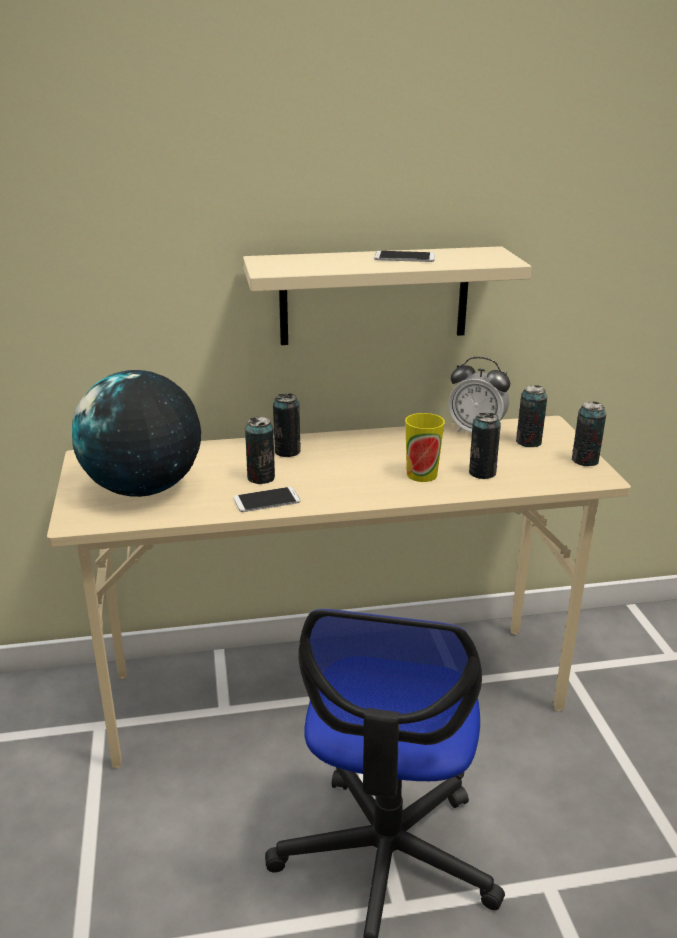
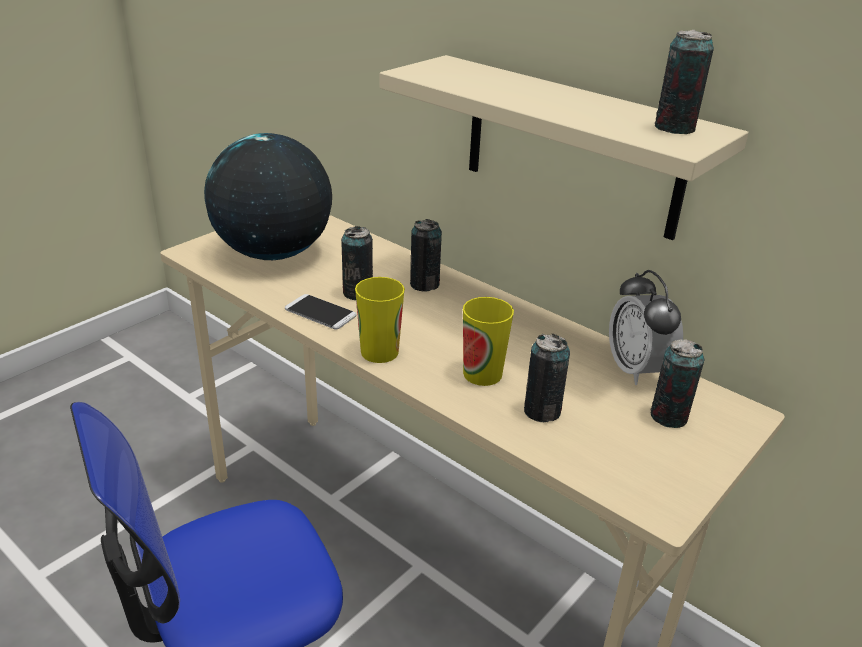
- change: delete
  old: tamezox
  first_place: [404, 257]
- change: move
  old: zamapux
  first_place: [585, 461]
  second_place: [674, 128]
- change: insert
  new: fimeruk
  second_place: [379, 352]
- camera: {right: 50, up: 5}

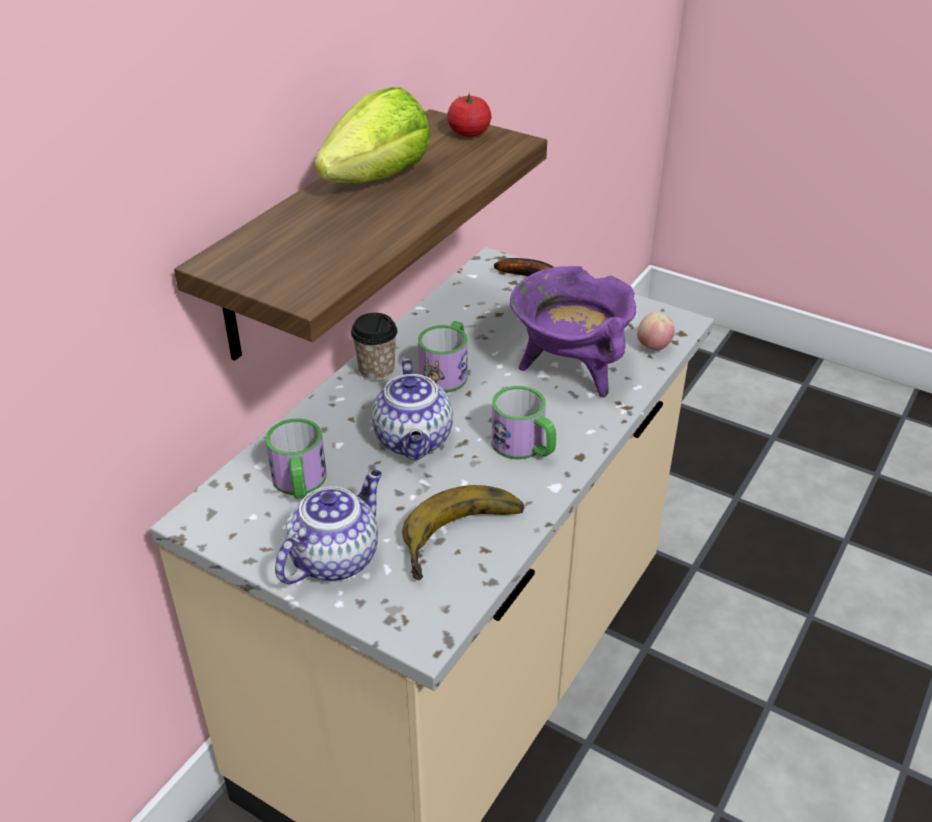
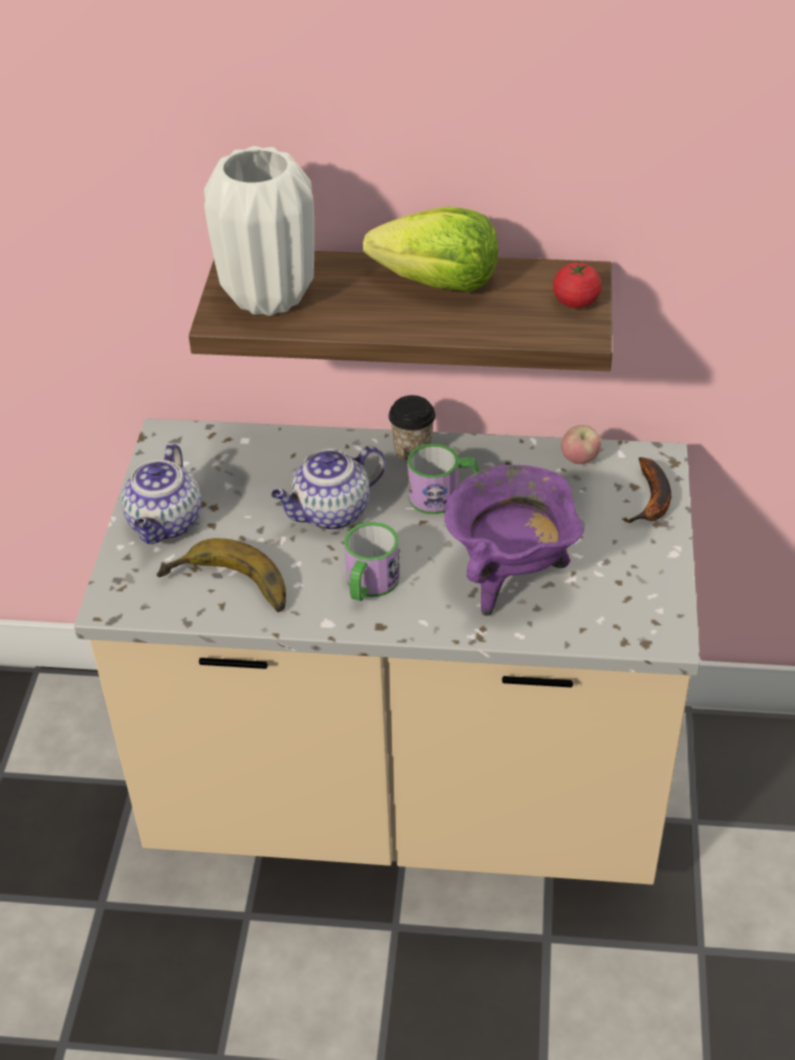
- change: move
  old: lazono
  first_place: [653, 347]
  second_place: [579, 460]
- change: delete
  old: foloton
  first_place: [299, 484]
- change: rotate
  old: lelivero
  first_place: [335, 557]
  second_place: [166, 524]
  degrees: 90
- change: insert
  new: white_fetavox
  second_place: [267, 297]
- camera: {right: 65, up: 5}

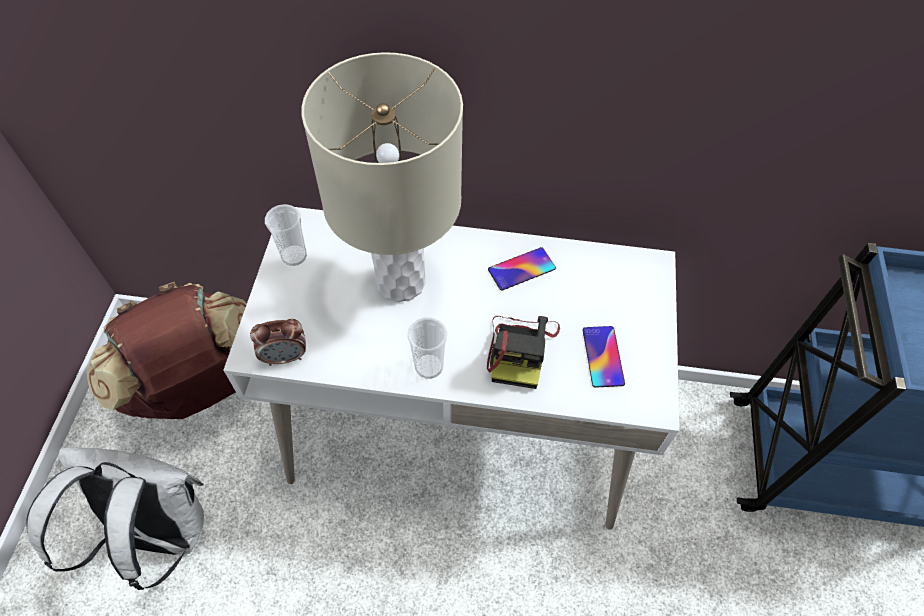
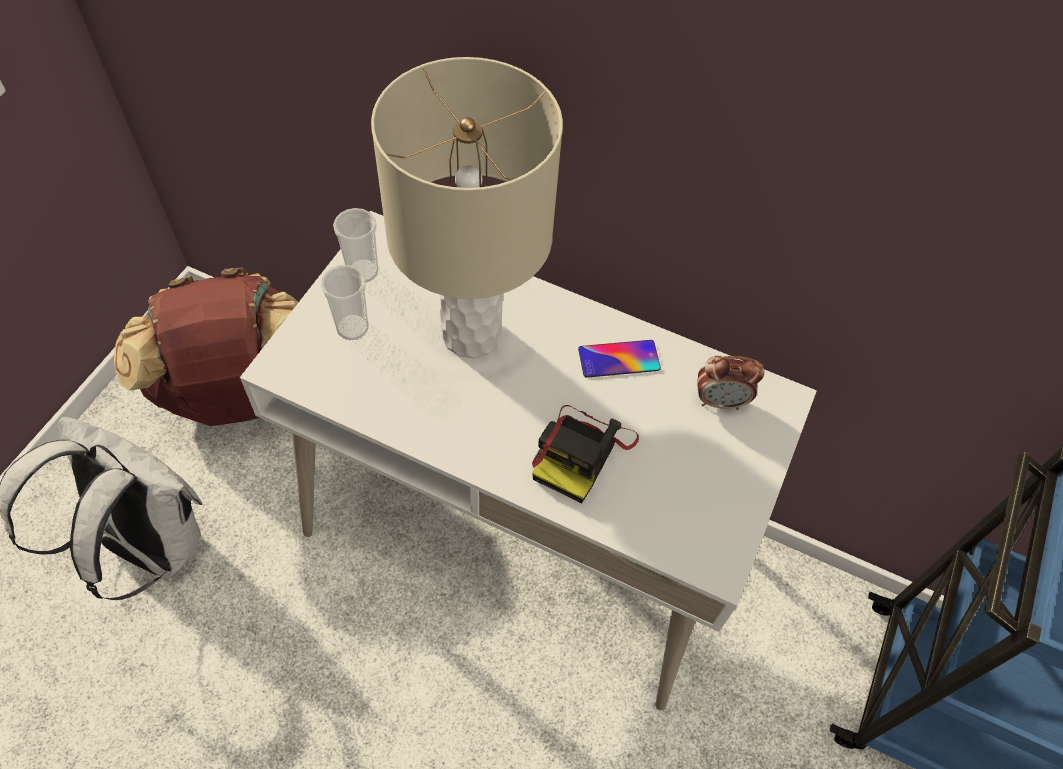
- change: move
  old: fimeruk
  first_place: [429, 366]
  second_place: [352, 327]
- change: move
  old: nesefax
  first_place: [285, 356]
  second_place: [720, 401]
- change: delete
  old: tamezox
  first_place: [603, 356]
- camera: {right: 15, up: 0}

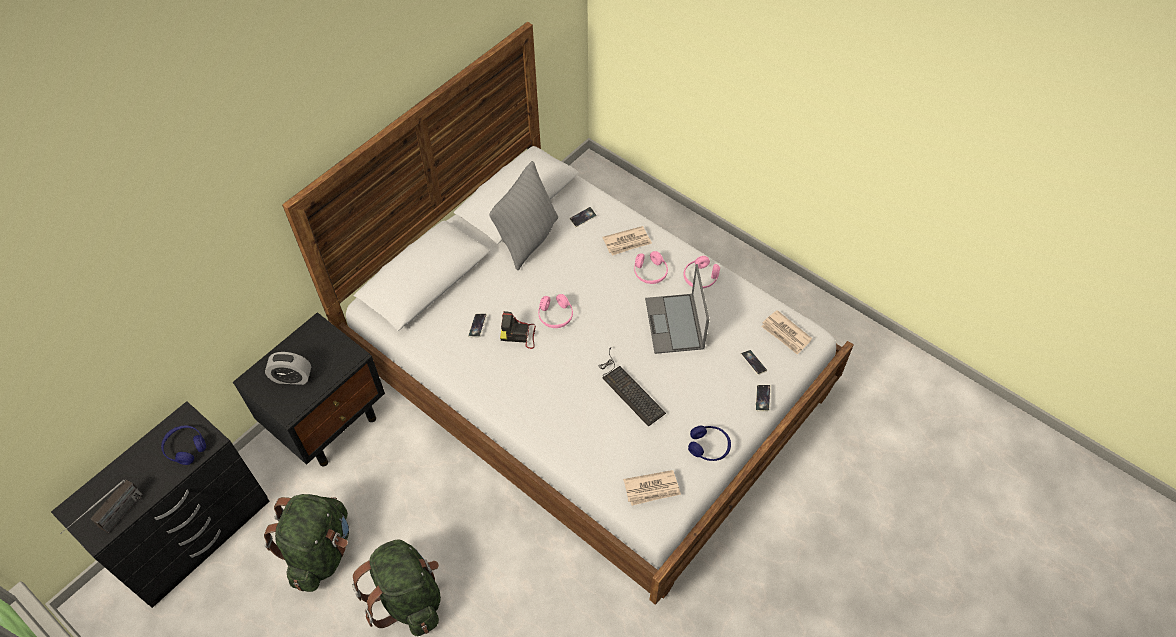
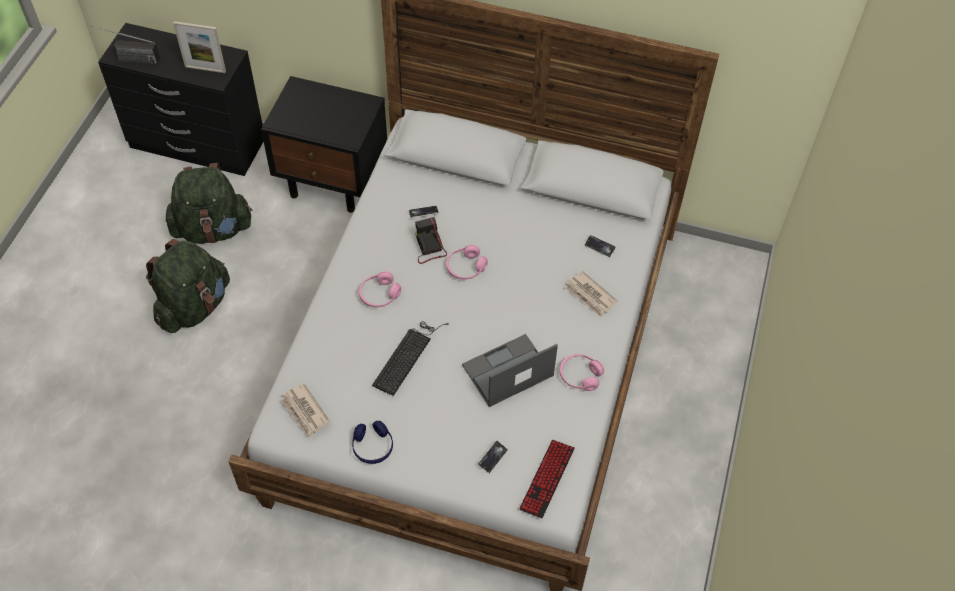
- change: delete
  old: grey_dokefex
  first_place: [528, 239]
- change: move
  old: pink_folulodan
  first_place: [650, 272]
  second_place: [379, 295]
- change: replace
  old: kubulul
  new: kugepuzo
  first_place: [785, 334]
  second_place: [547, 479]
- change: delete
  old: nesefax
  first_place: [292, 377]
- change: delete
  old: tamezox
  first_place: [762, 399]
- change: replace
  old: blue_folulodan
  new: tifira
  first_place: [185, 448]
  second_place: [205, 69]
- camera: {right: 65, up: 0}

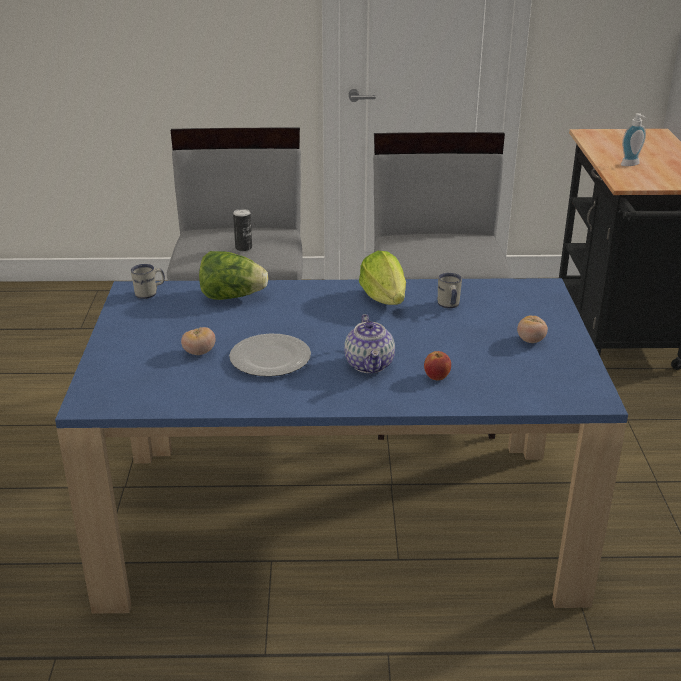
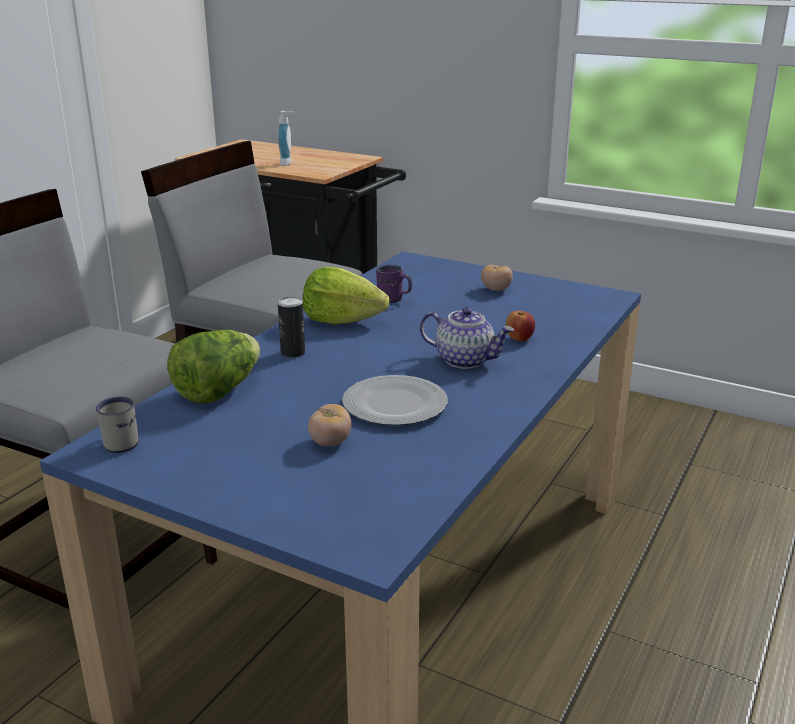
- change: move
  old: zamapux
  first_place: [243, 248]
  second_place: [293, 353]
- change: recolor
  old: white_foloton
  new: purple_foloton
  first_place: [448, 305]
  second_place: [394, 300]
- camera: {right: -60, up: -5}

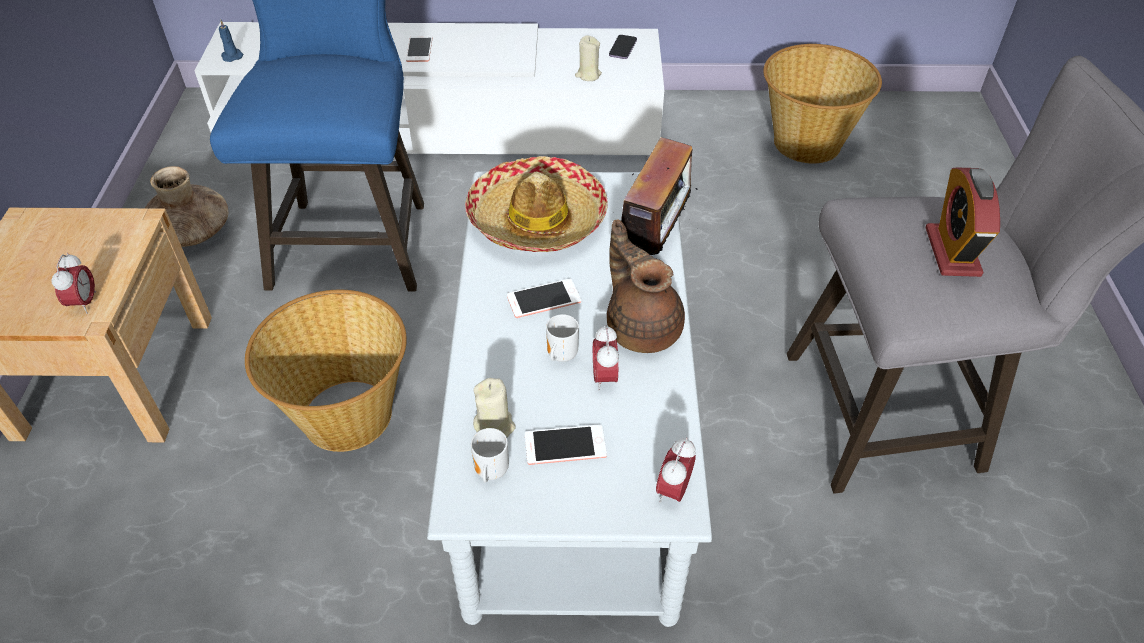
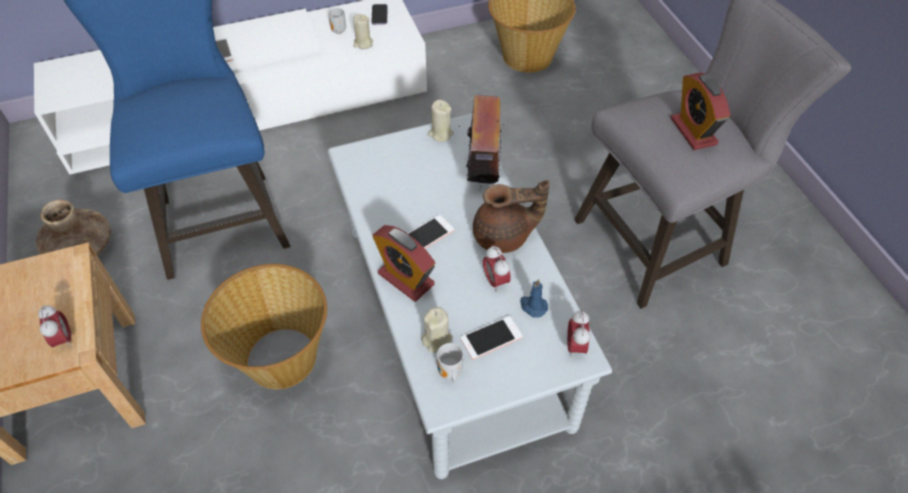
- change: move
  old: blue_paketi
  first_place: [232, 56]
  second_place: [533, 306]
- change: delete
  old: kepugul
  first_place: [537, 219]
- change: rotate
  old: brown_lelivero
  first_place: [642, 326]
  second_place: [504, 236]
  degrees: 135
- change: move
  old: foloton
  first_place: [560, 356]
  second_place: [338, 32]
- change: insert
  new: beige_paketi
  second_place: [440, 134]
- change: insert
  new: nesefax
  second_place: [406, 279]
- camera: {right: -20, up: 5}

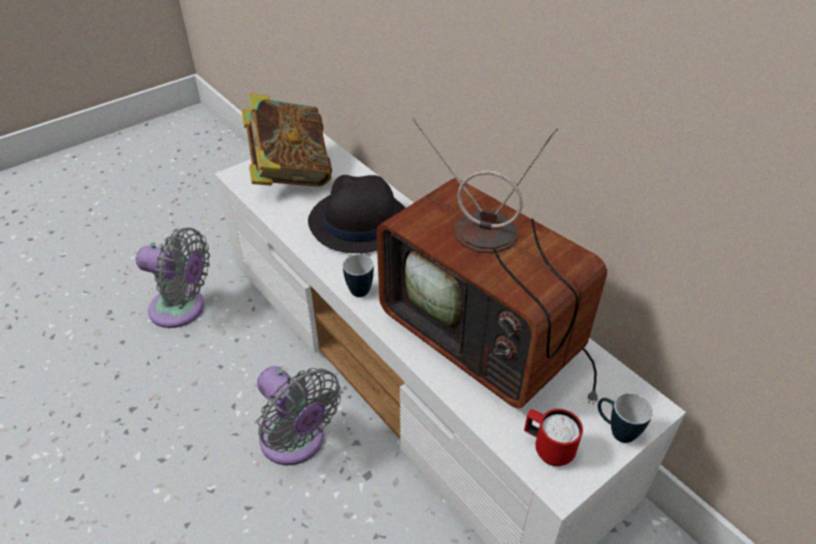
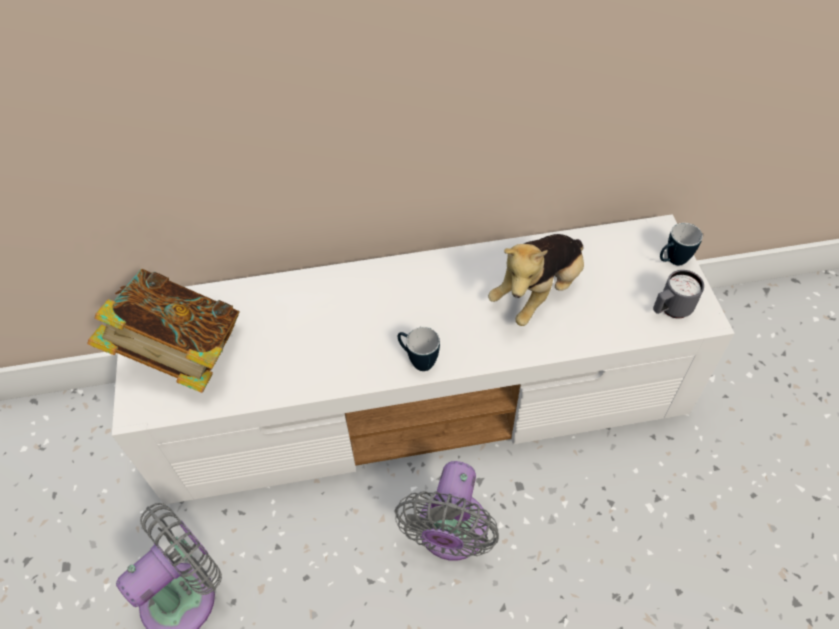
- change: replace
  old: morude
  new: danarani
  first_place: [488, 337]
  second_place: [538, 292]
- change: delete
  old: black_kepugul
  first_place: [358, 222]
- change: rotate
  old: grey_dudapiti
  first_place: [296, 442]
  second_place: [450, 534]
  degrees: 120
- change: recolor
  old: red_foloton
  new: grey_foloton
  first_place: [547, 448]
  second_place: [670, 310]
- camera: {right: -60, up: 10}

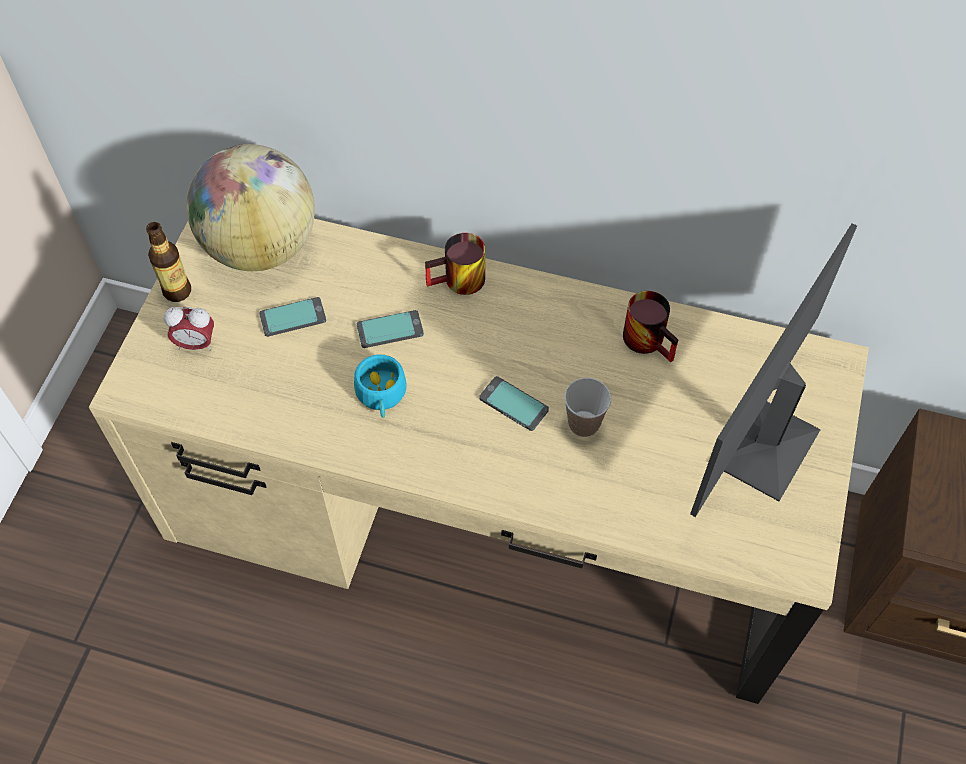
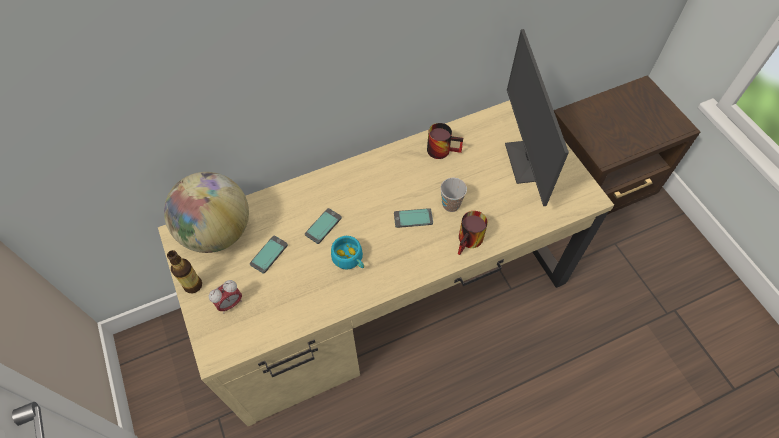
- change: move
  old: foloton
  first_place: [459, 283]
  second_place: [470, 242]
- camera: {right: -40, up: 0}

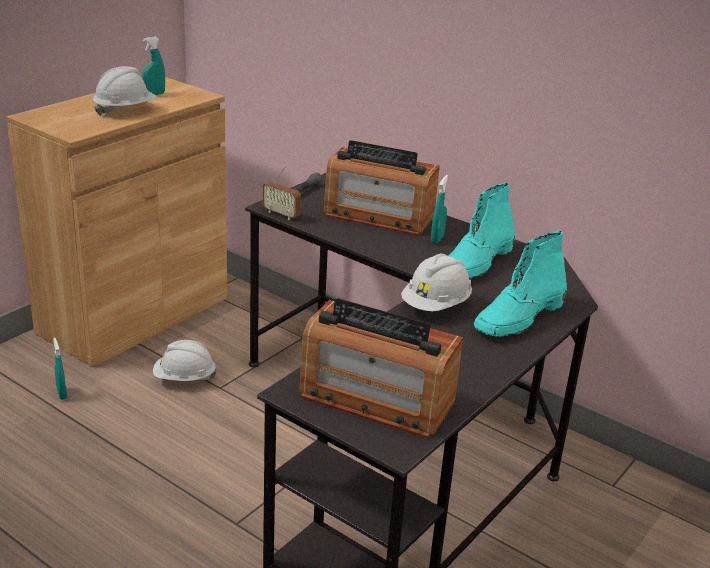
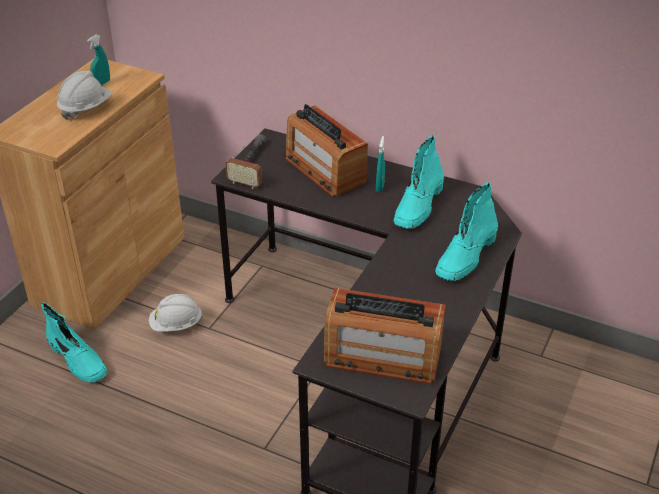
- change: rotate
  old: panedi
  first_place: [378, 216]
  second_place: [325, 170]
  degrees: 45
- change: delete
  old: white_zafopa
  first_place: [436, 305]
- change: replace
  old: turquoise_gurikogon
  new: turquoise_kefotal
  first_place: [62, 394]
  second_place: [78, 360]
- camera: {right: -10, up: 10}

